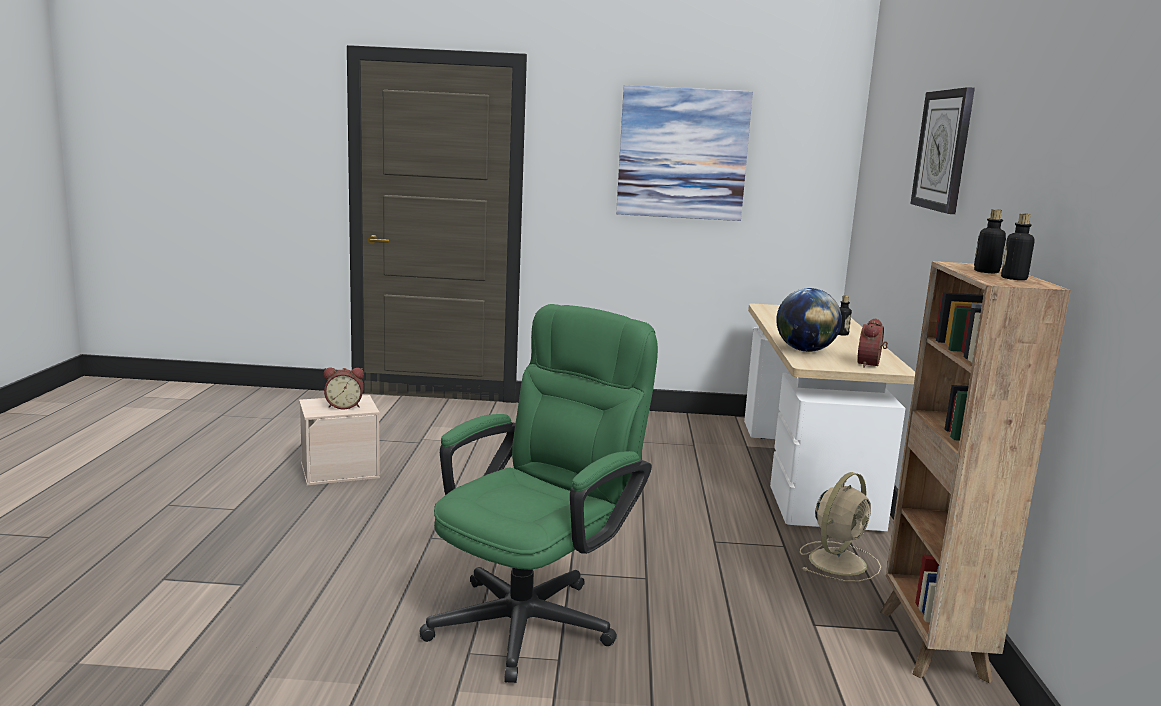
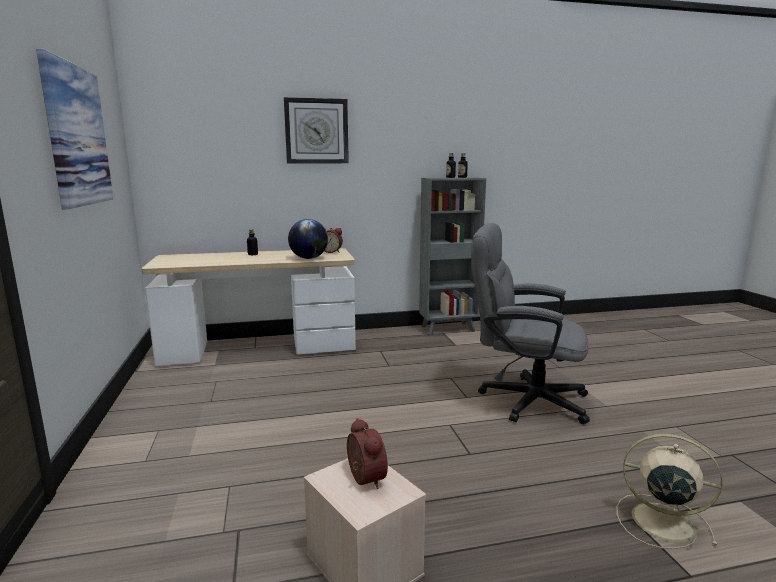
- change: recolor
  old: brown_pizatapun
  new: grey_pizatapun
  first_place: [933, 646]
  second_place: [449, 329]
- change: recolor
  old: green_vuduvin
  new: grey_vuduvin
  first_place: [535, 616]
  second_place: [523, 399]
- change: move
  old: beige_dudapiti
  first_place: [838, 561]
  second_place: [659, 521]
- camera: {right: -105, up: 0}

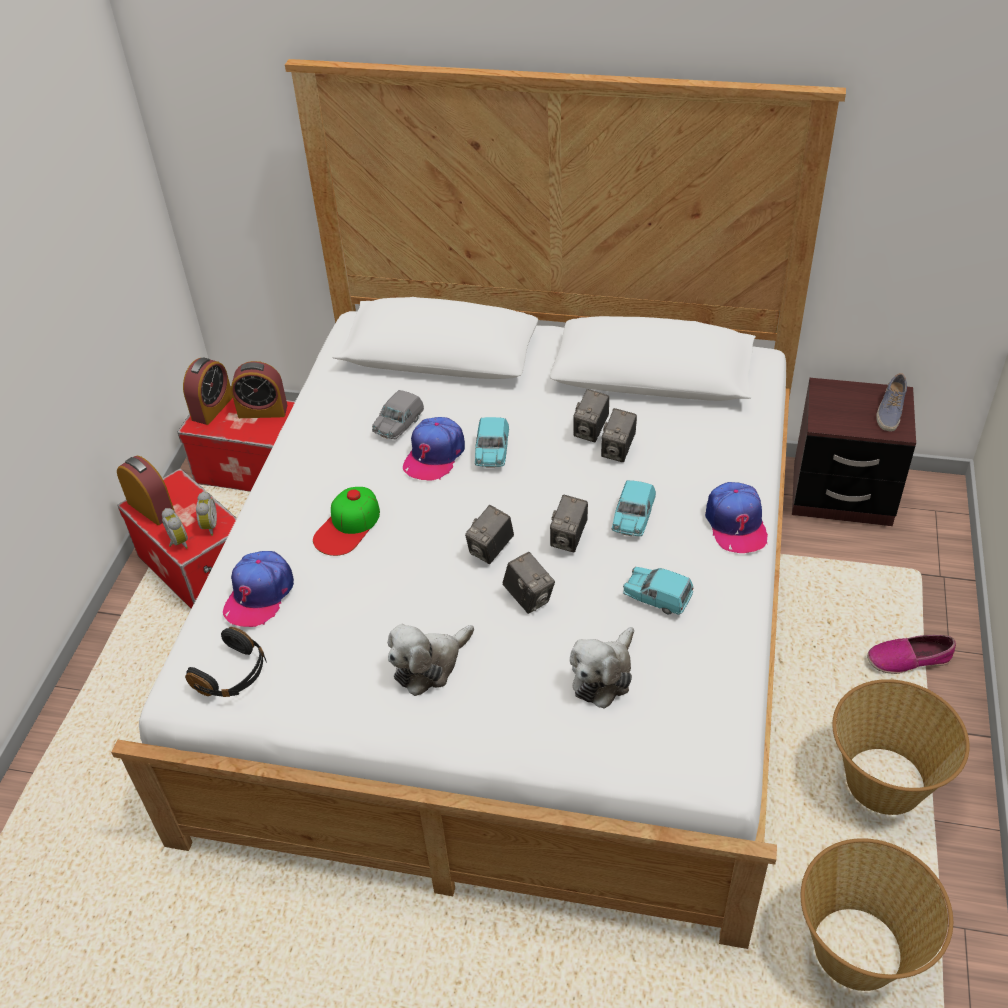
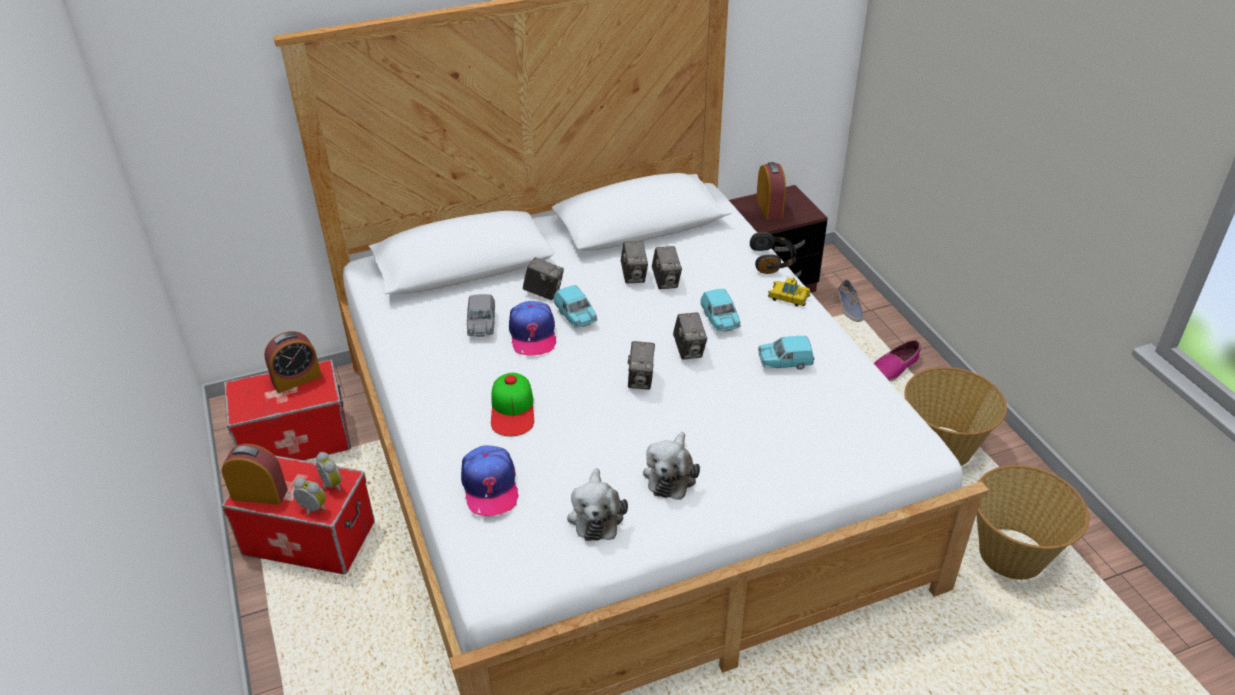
- change: move
  old: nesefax
  first_place: [212, 408]
  second_place: [769, 208]
- change: move
  old: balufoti
  first_place: [889, 411]
  second_place: [849, 308]
- change: replace
  old: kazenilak
  new: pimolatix
  first_place: [736, 524]
  second_place: [788, 297]
- change: move
  old: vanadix
  first_place: [529, 597]
  second_place: [544, 292]
- change: move
  old: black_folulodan
  first_place: [233, 674]
  second_place: [773, 260]
- change: move
  old: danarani
  first_place: [603, 675]
  second_place: [596, 515]
- camera: {right: -35, up: -5}

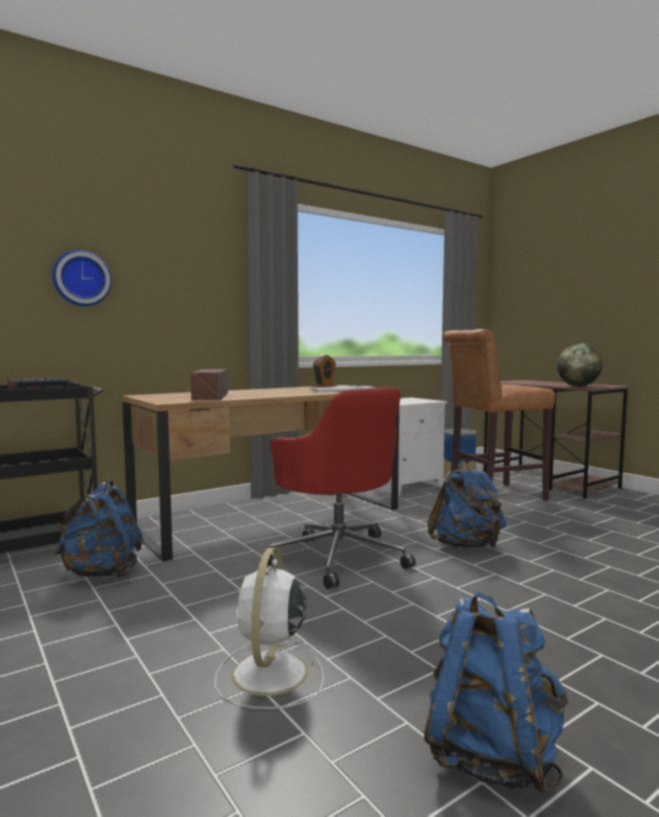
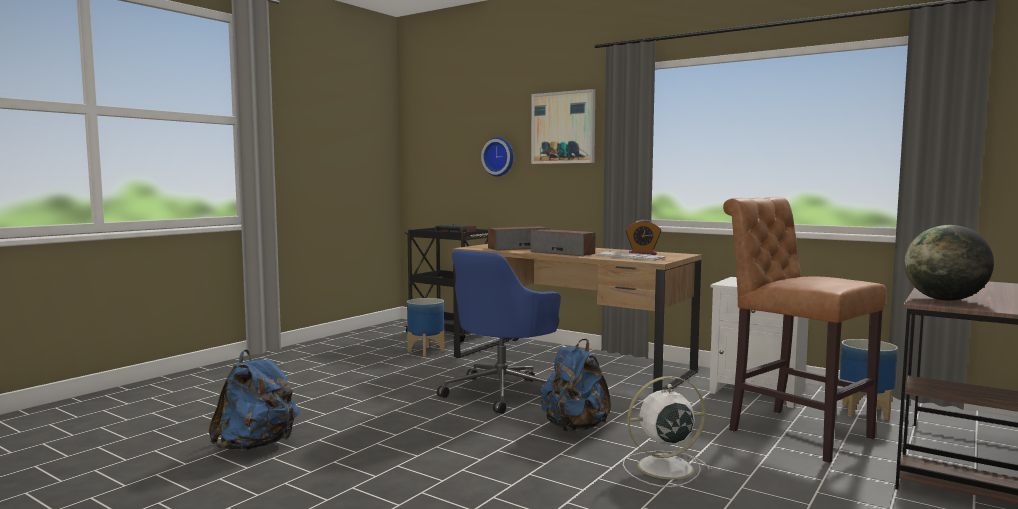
- change: recolor
  old: red_vuduvin
  new: blue_vuduvin
  first_place: [338, 557]
  second_place: [503, 392]
- change: replace
  old: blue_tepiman
  new: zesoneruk
  first_place: [103, 574]
  second_place: [425, 351]
- change: move
  old: white_dudapiti
  first_place: [269, 675]
  second_place: [662, 468]
- change: insert
  new: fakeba
  second_place: [563, 128]
- change: insert
  new: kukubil
  second_place: [563, 253]
- camera: {right: 70, up: 0}

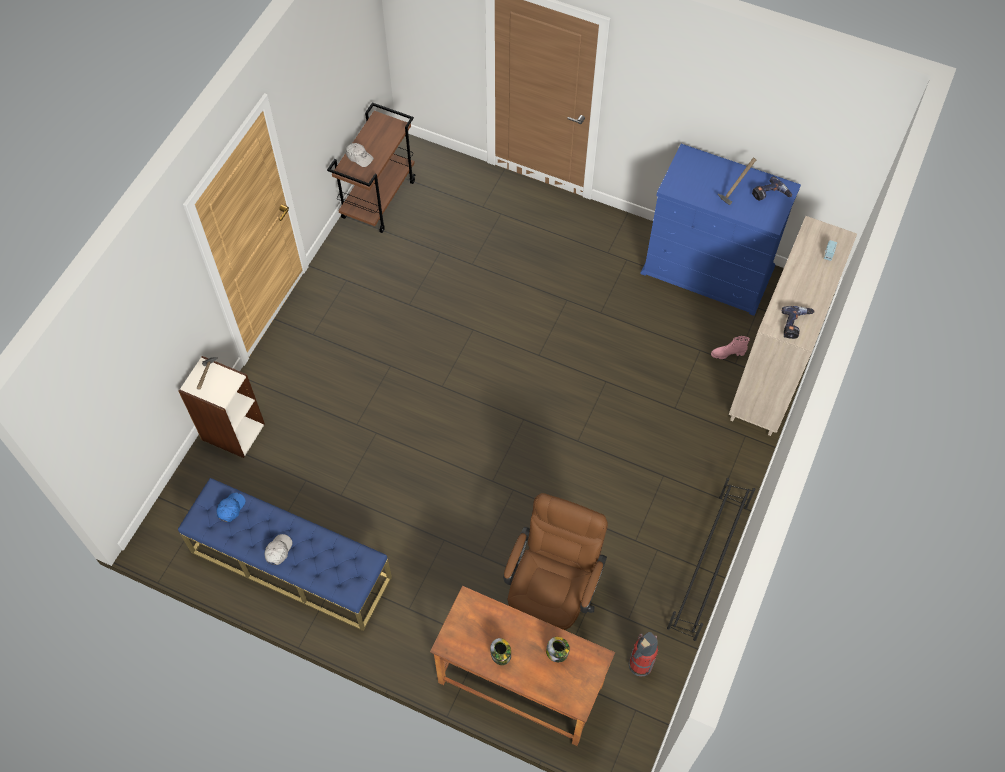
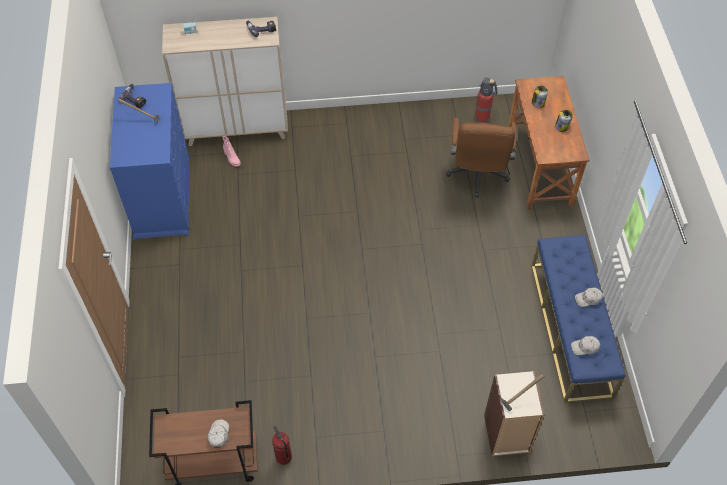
- change: delete
  old: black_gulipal
  first_place: [707, 566]
- change: recolor
  old: blue_kazenilak
  new: white_kazenilak
  first_place: [231, 508]
  second_place: [585, 347]
- change: rotate
  old: brown_vuduvin
  first_place: [551, 599]
  second_place: [477, 176]
  degrees: -75
- change: insert
  new: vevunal
  second_place: [283, 457]
- camera: {right: -120, up: -5}

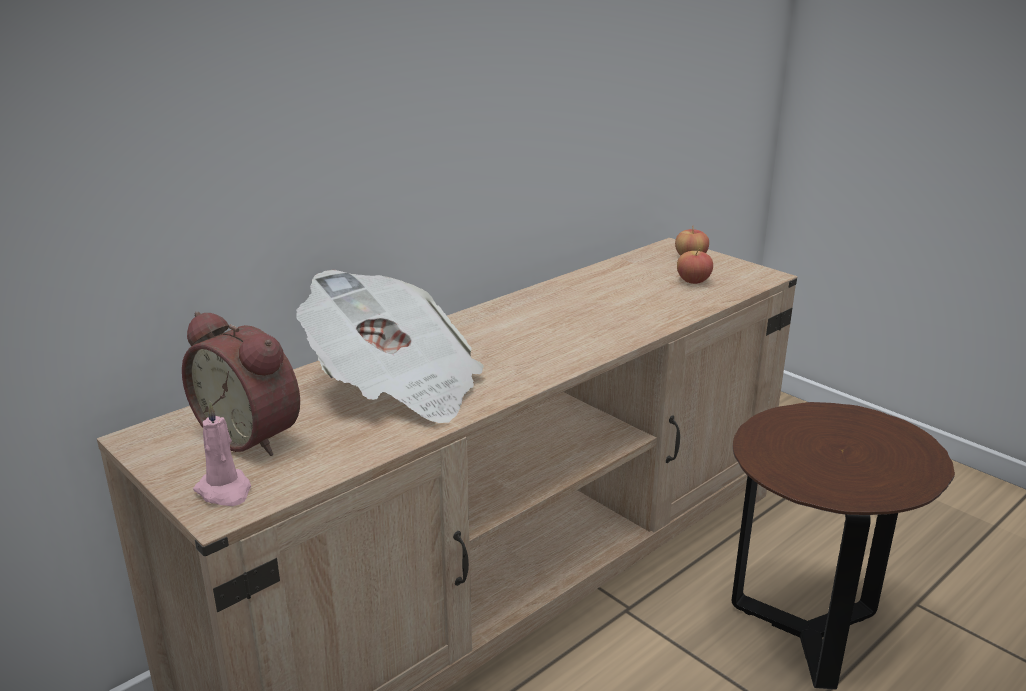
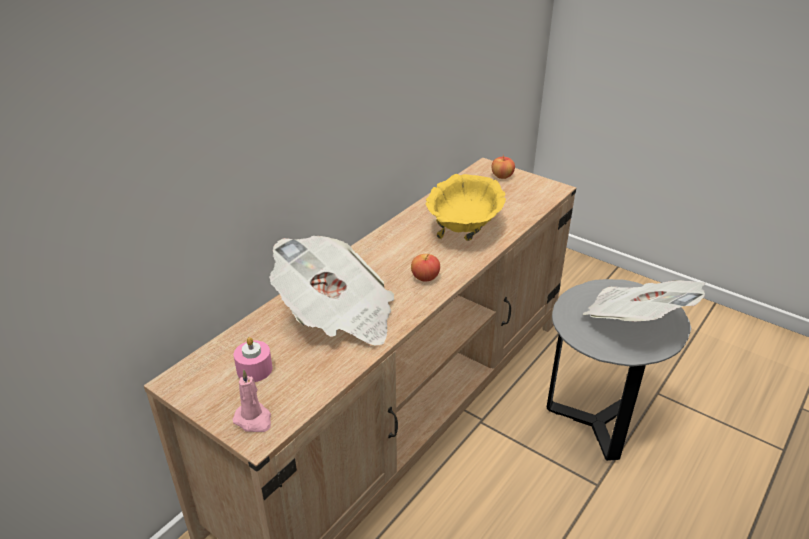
- change: move
  old: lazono
  first_place: [693, 281]
  second_place: [425, 277]
- change: replace
  old: nesefax
  new: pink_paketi
  first_place: [253, 435]
  second_place: [254, 369]
- change: recolor
  old: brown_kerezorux
  new: grey_kerezorux
  first_place: [808, 634]
  second_place: [596, 423]
- change: insert
  new: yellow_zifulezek
  second_place: [464, 229]
- change: insert
  new: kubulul
  second_place: [635, 321]
- camera: {right: -10, up: 10}

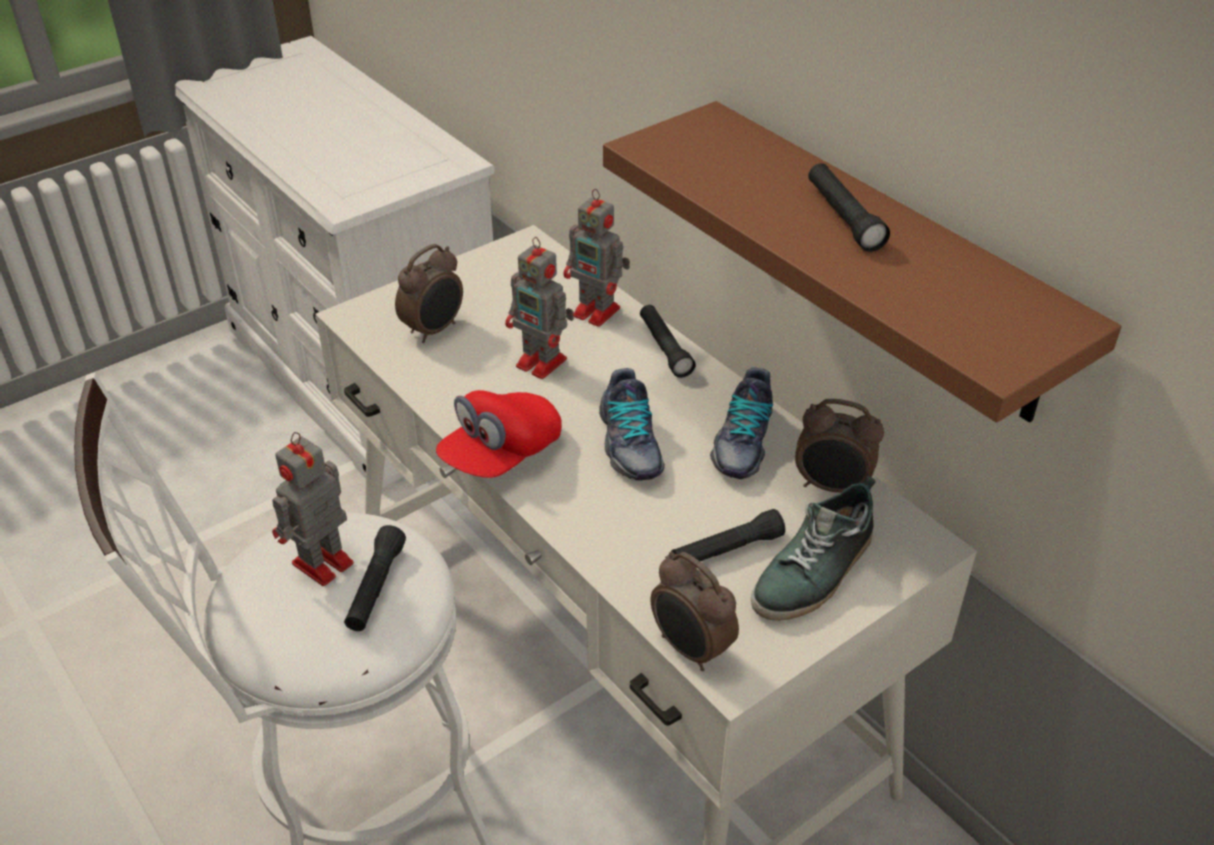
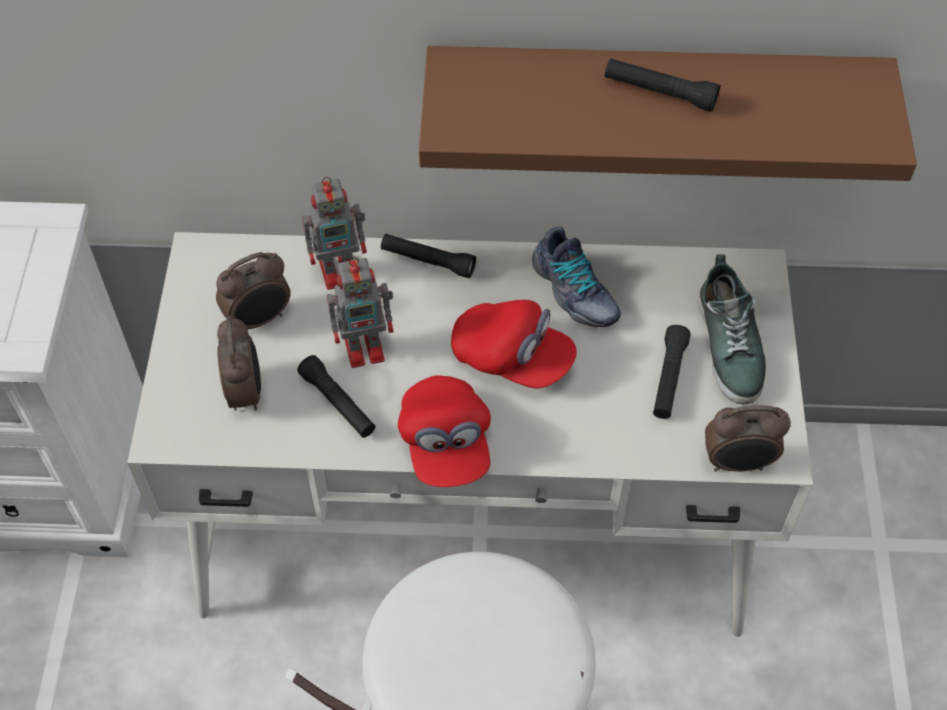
- change: replace
  old: balufoti
  new: red_kazenilak
  first_place: [629, 444]
  second_place: [512, 358]
- change: move
  old: nesefax
  first_place: [831, 487]
  second_place: [260, 319]
- change: delete
  old: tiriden
  first_place: [320, 565]
- change: move
  old: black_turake
  first_place: [375, 588]
  second_place: [338, 403]
- camera: {right: -50, up: 15}

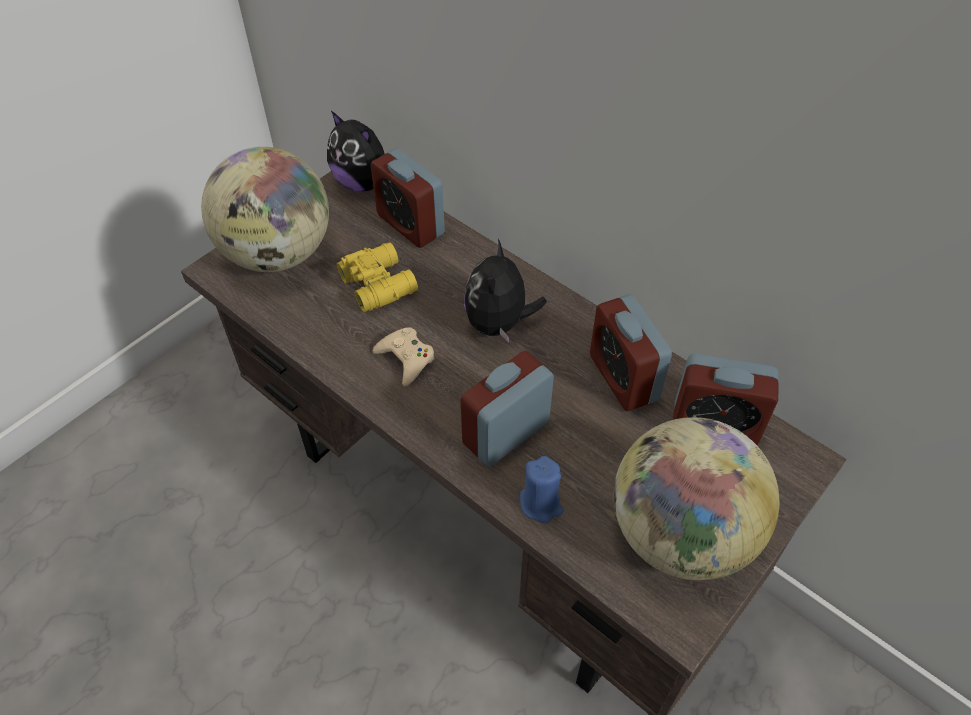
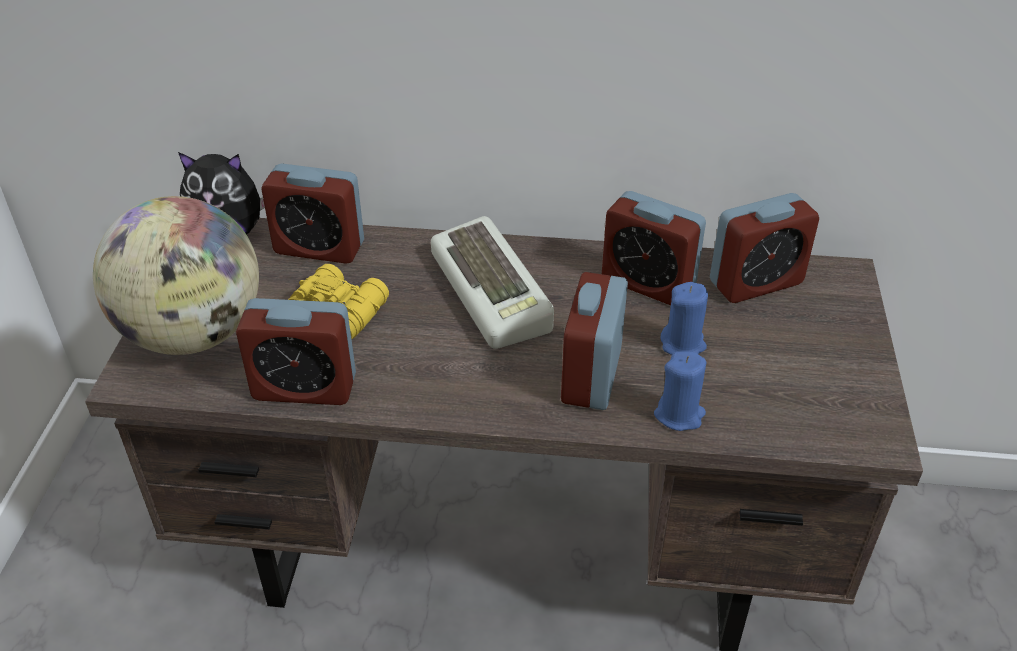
- change: replace
  old: danarani
  new: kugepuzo
  first_place: [499, 324]
  second_place: [494, 292]
- change: delete
  old: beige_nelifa
  first_place: [406, 359]
- change: delete
  old: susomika
  first_place: [679, 534]
- change: insert
  new: blue_paketi
  second_place: [683, 344]
- change: insert
  new: nesefax
  second_place: [304, 387]
- camera: {right: -35, up: -10}

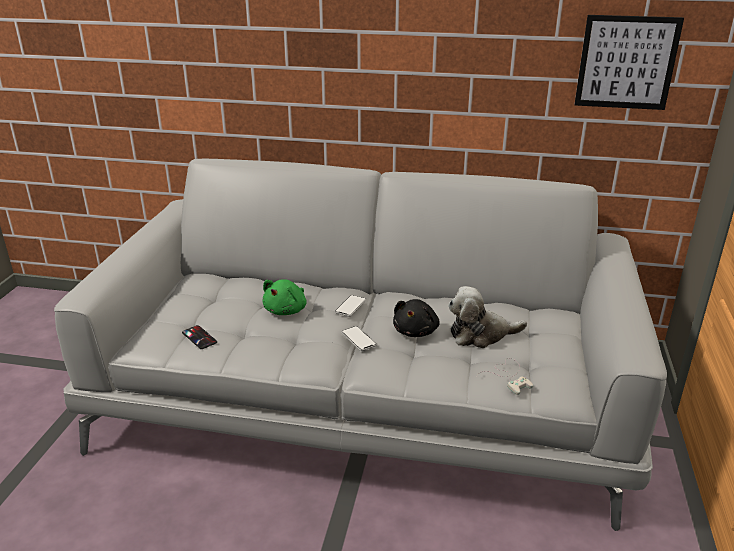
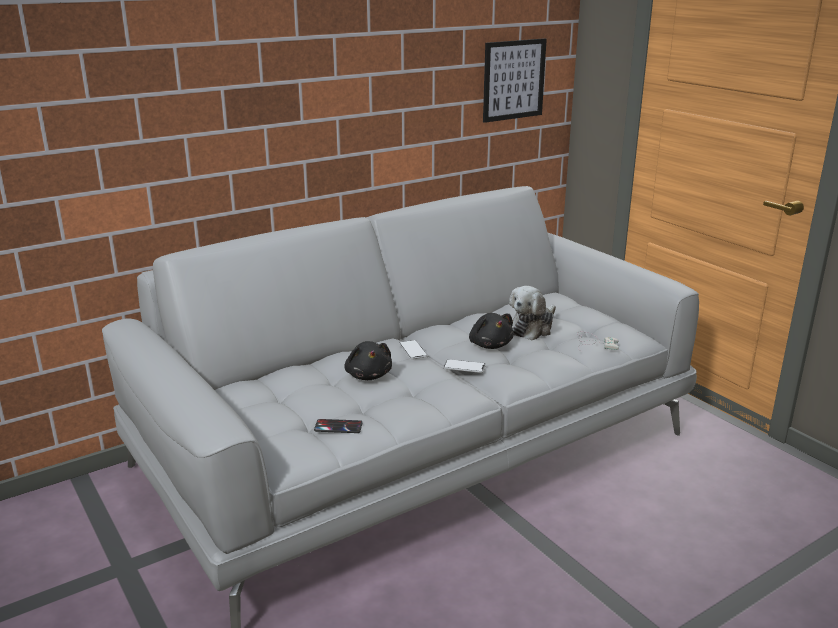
- change: recolor
  old: green_danarani
  new: black_danarani
  first_place: [286, 310]
  second_place: [368, 375]
- camera: {right: -45, up: -5}

